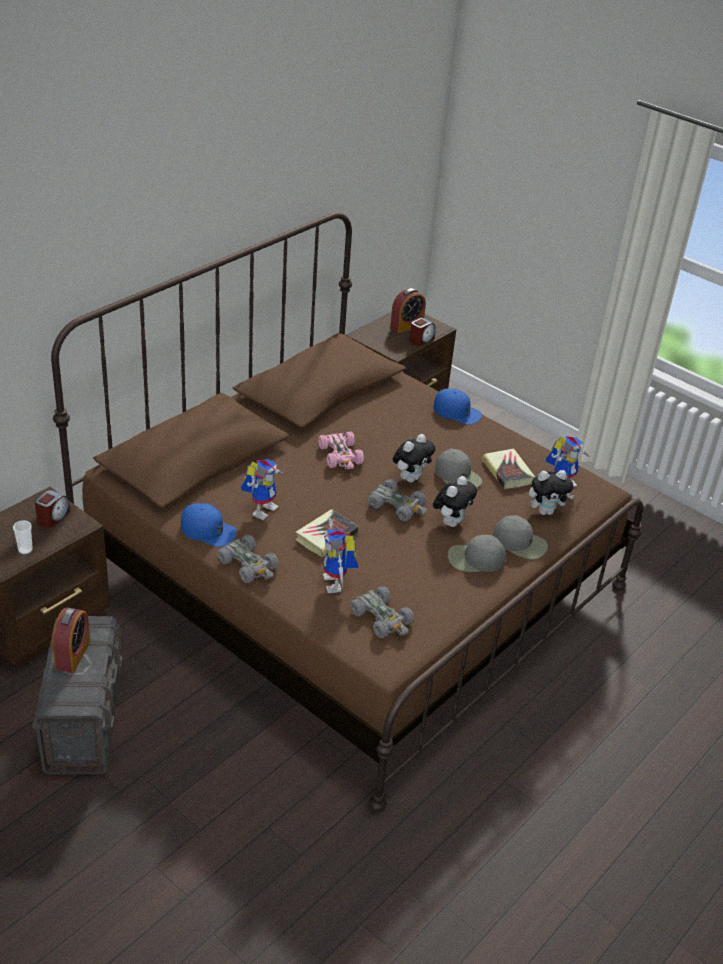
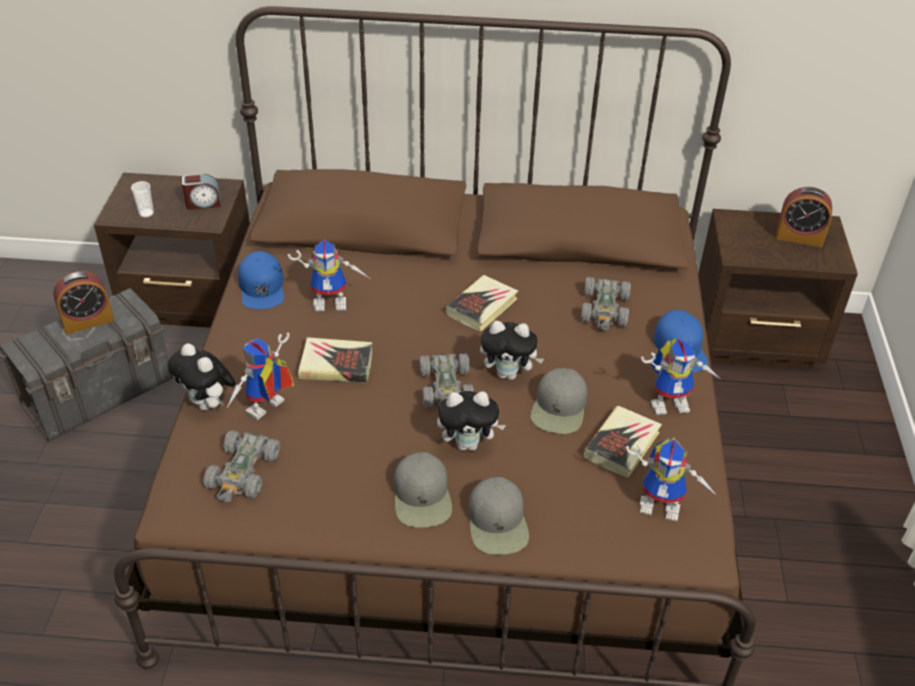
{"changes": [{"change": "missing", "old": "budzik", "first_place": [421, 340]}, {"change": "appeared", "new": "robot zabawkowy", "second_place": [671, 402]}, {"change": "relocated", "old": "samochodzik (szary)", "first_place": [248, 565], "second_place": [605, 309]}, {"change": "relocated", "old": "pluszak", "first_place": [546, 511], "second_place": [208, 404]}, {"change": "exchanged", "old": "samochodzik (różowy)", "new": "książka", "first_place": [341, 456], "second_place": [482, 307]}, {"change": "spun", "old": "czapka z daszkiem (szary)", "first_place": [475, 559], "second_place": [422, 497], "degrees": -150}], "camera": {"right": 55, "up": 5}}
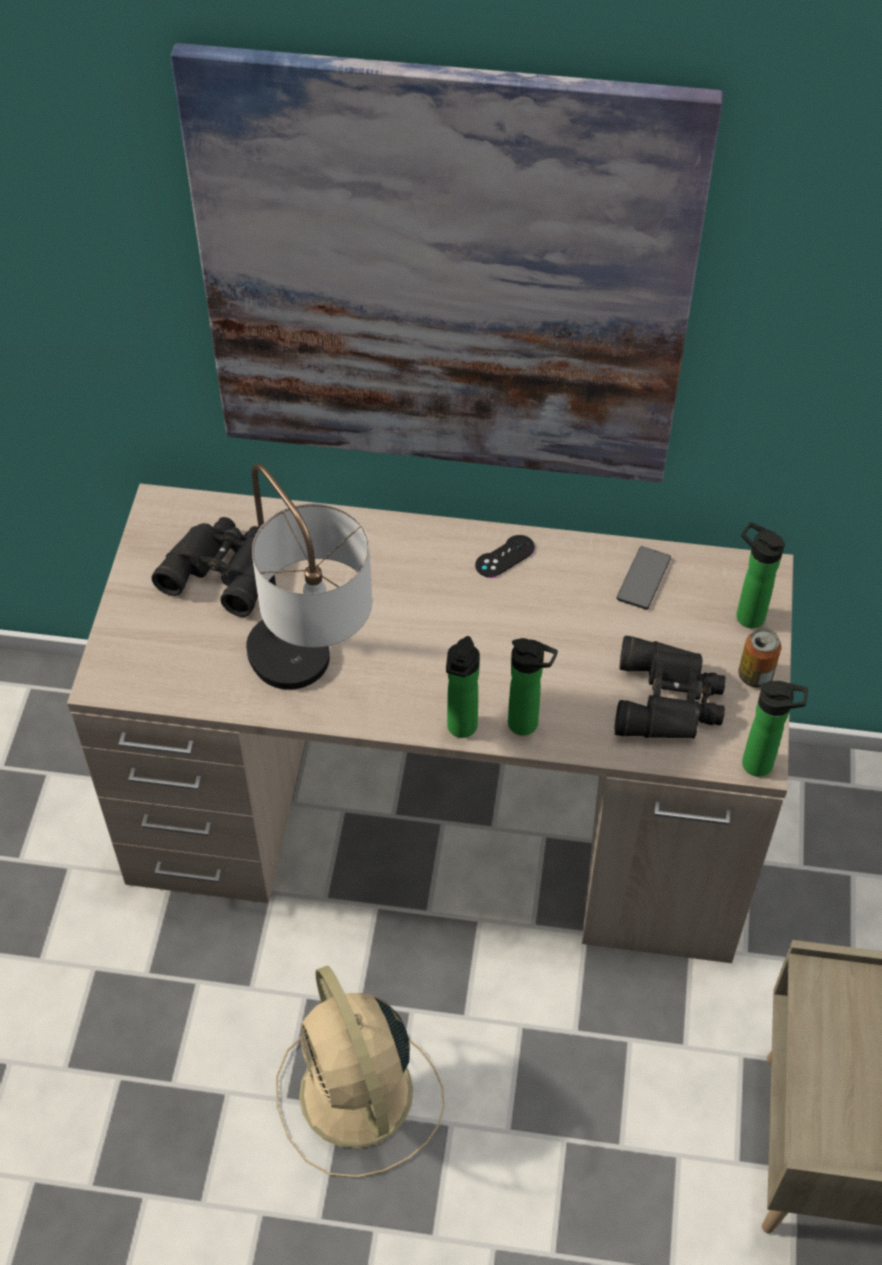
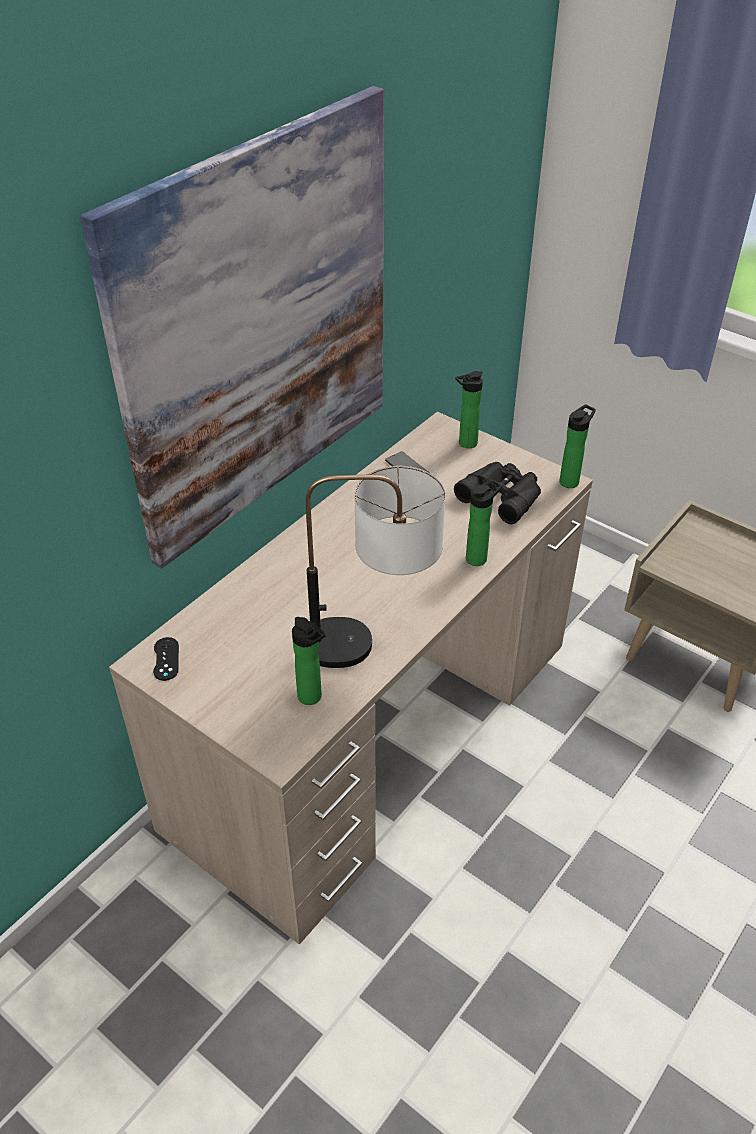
{"changes": [{"change": "missing", "old": "lornetka (czarny)", "first_place": [223, 569]}, {"change": "missing", "old": "wentylator (beżowy)", "first_place": [358, 1097]}, {"change": "missing", "old": "puszka", "first_place": [755, 675]}, {"change": "relocated", "old": "butelka", "first_place": [460, 730], "second_place": [312, 698]}, {"change": "relocated", "old": "pad do gier (czarny)", "first_place": [505, 556], "second_place": [166, 659]}], "camera": {"right": -60, "up": -10}}
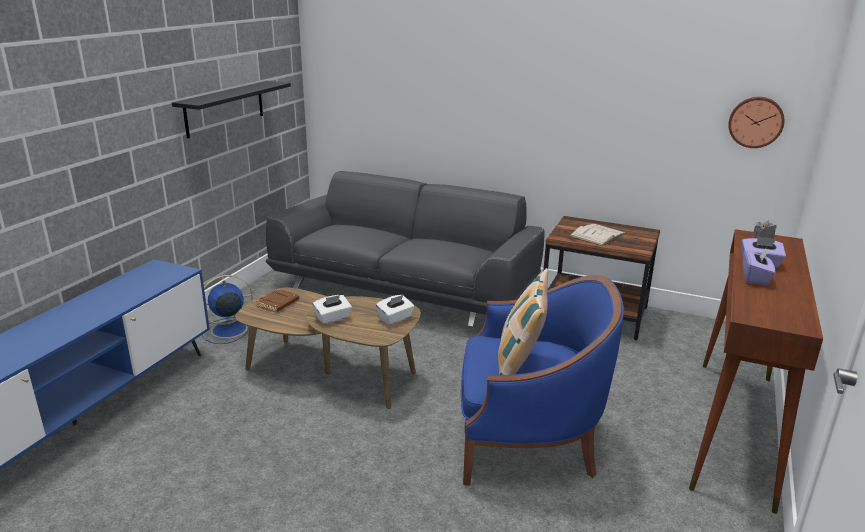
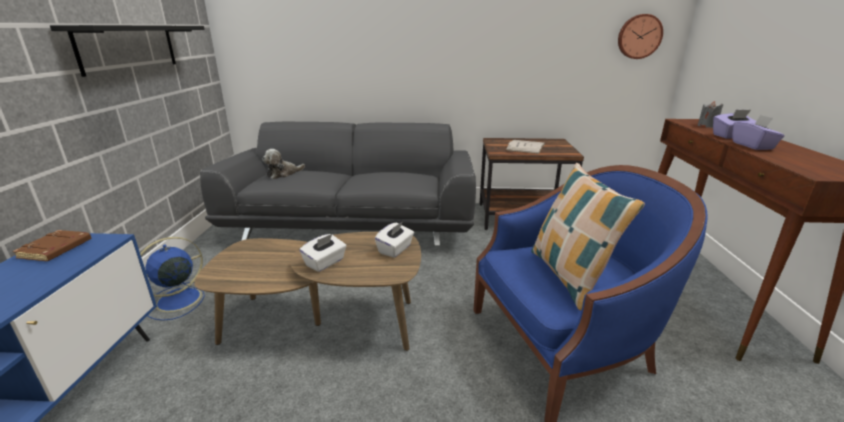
{"changes": [{"change": "appeared", "new": "pluszak", "second_place": [283, 174]}, {"change": "relocated", "old": "książka (brązowy)", "first_place": [278, 304], "second_place": [56, 249]}], "camera": {"right": -20, "up": 0}}
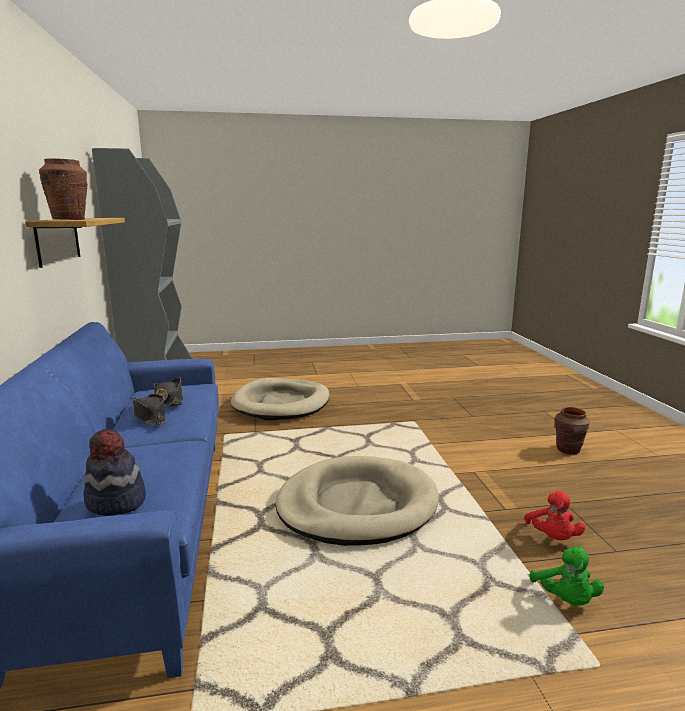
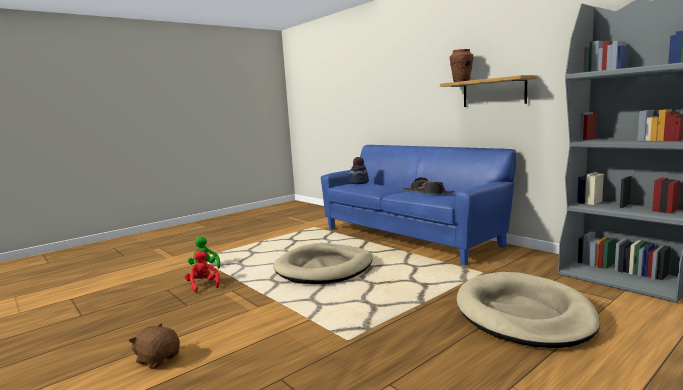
{"changes": [{"change": "exchanged", "old": "wazon (brązowy)", "new": "pluszak (brązowy)", "first_place": [568, 450], "second_place": [158, 359]}], "camera": {"right": 150, "up": -5}}
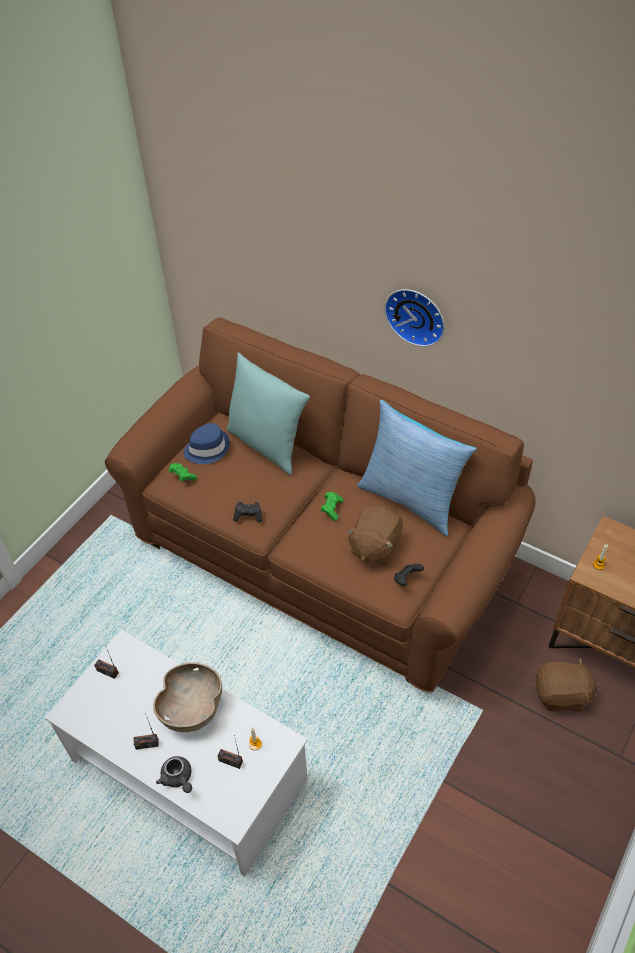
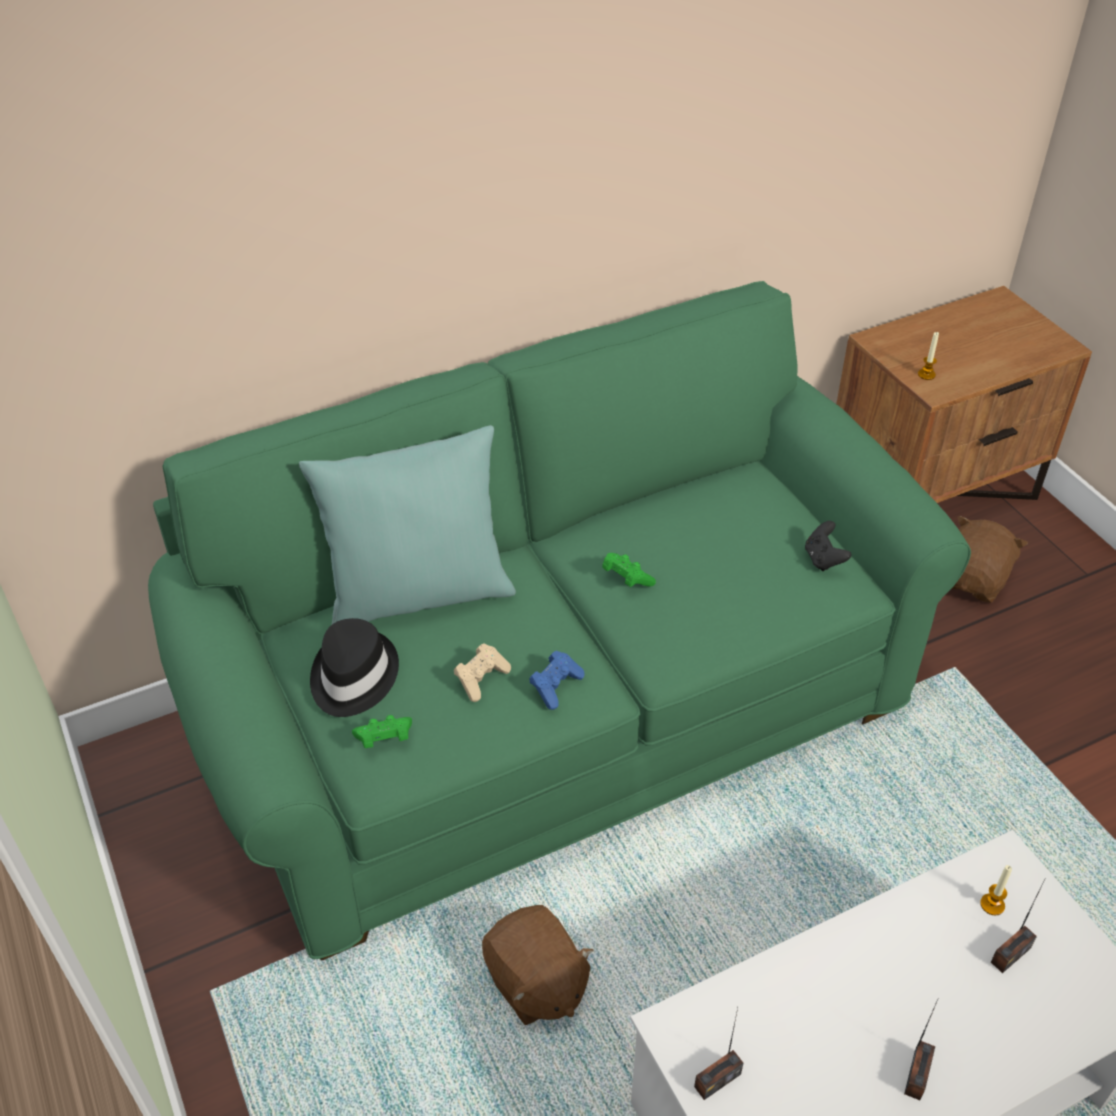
{"changes": [{"change": "missing", "old": "miska (brązowy)", "first_place": [192, 708]}, {"change": "missing", "old": "imbryk (szary)", "first_place": [178, 778]}, {"change": "missing", "old": "poduszka", "first_place": [411, 499]}, {"change": "missing", "old": "zegar ścienny", "first_place": [416, 315]}, {"change": "appeared", "new": "pad do gier (beżowy)", "second_place": [481, 679]}, {"change": "relocated", "old": "pluszak (brązowy)", "first_place": [374, 546], "second_place": [536, 983]}, {"change": "colour", "old": "kanapa (brązowy)", "new": "kanapa (zielony)", "first_place": [321, 552], "second_place": [559, 712]}, {"change": "colour", "old": "kapelusz (niebieski)", "new": "kapelusz (czarny)", "first_place": [207, 448], "second_place": [352, 676]}, {"change": "colour", "old": "pad do gier (czarny)", "new": "pad do gier (niebieski)", "first_place": [248, 516], "second_place": [555, 686]}], "camera": {"right": -60, "up": -5}}
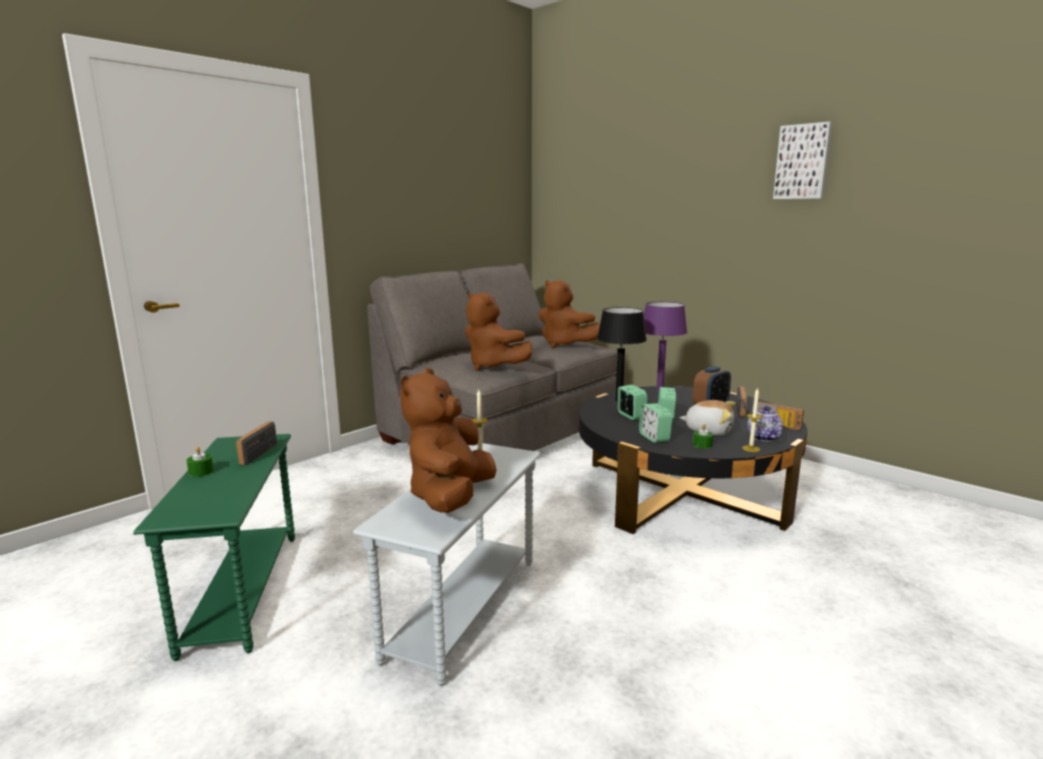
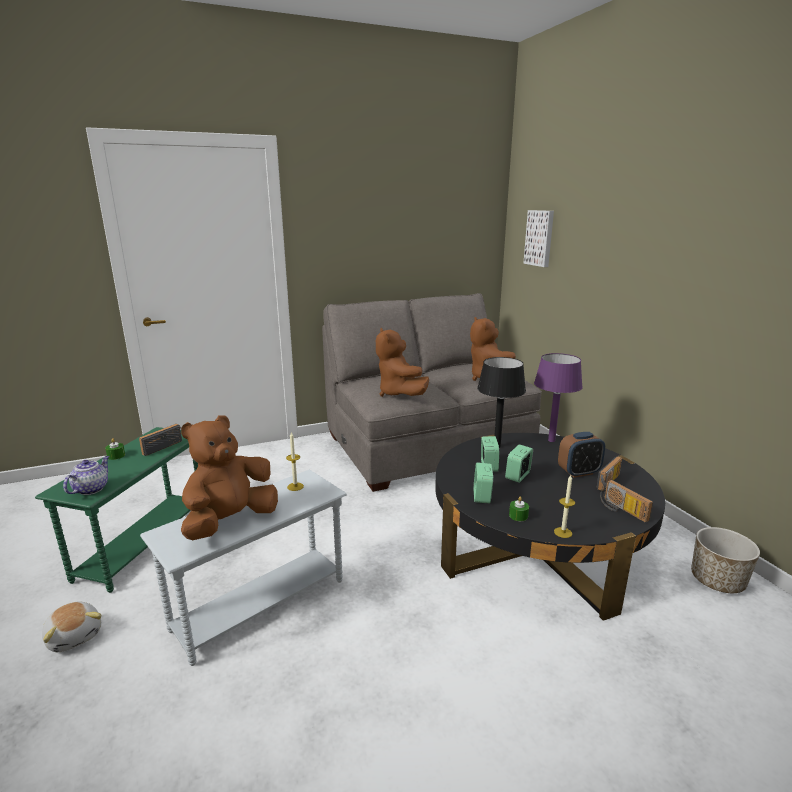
{"changes": [{"change": "appeared", "new": "donica", "second_place": [717, 580]}, {"change": "relocated", "old": "pluszak", "first_place": [708, 430], "second_place": [75, 635]}, {"change": "relocated", "old": "imbryk", "first_place": [762, 437], "second_place": [91, 489]}, {"change": "relocated", "old": "obraz", "first_place": [802, 162], "second_place": [540, 238]}], "camera": {"right": 25, "up": 5}}
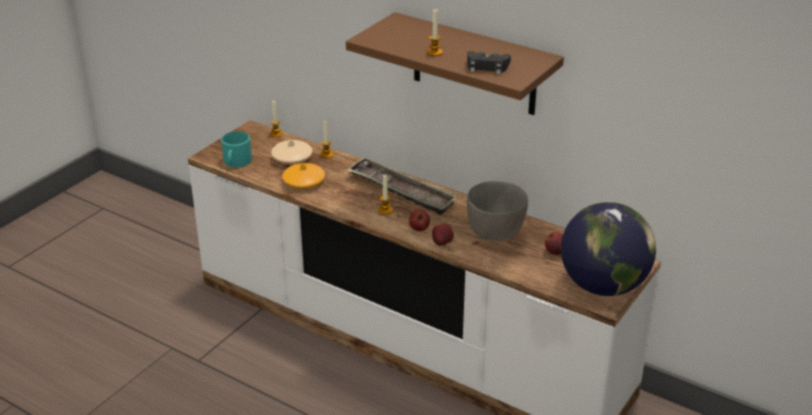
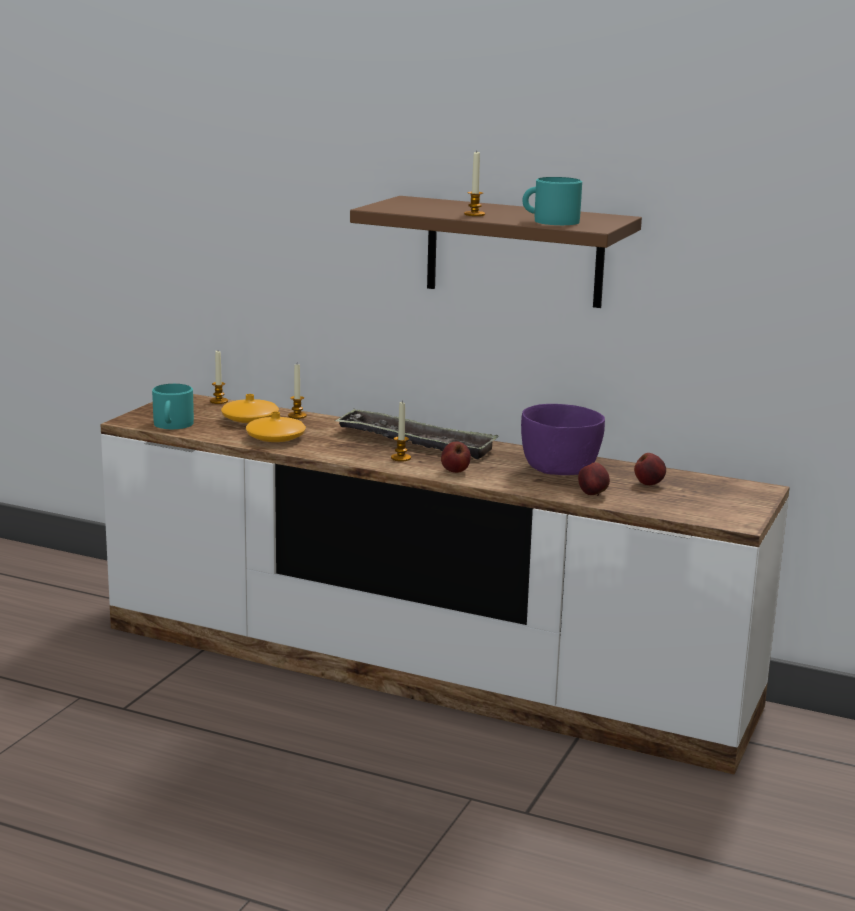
{"changes": [{"change": "missing", "old": "globus", "first_place": [603, 286]}, {"change": "relocated", "old": "jabłko", "first_place": [442, 244], "second_place": [593, 494]}, {"change": "exchanged", "old": "pad do gier (czarny)", "new": "kubek (turkusowy)", "first_place": [487, 67], "second_place": [550, 221]}, {"change": "colour", "old": "wazon (beżowy)", "new": "wazon (pomarańczowy)", "first_place": [292, 157], "second_place": [250, 419]}, {"change": "colour", "old": "miska (szary)", "new": "miska (fioletowy)", "first_place": [496, 232], "second_place": [561, 470]}], "camera": {"right": -10, "up": -15}}
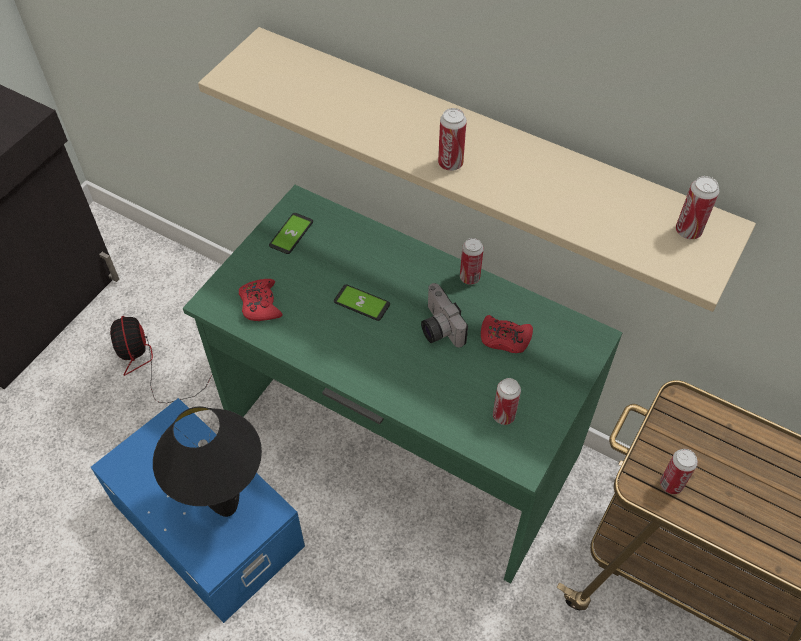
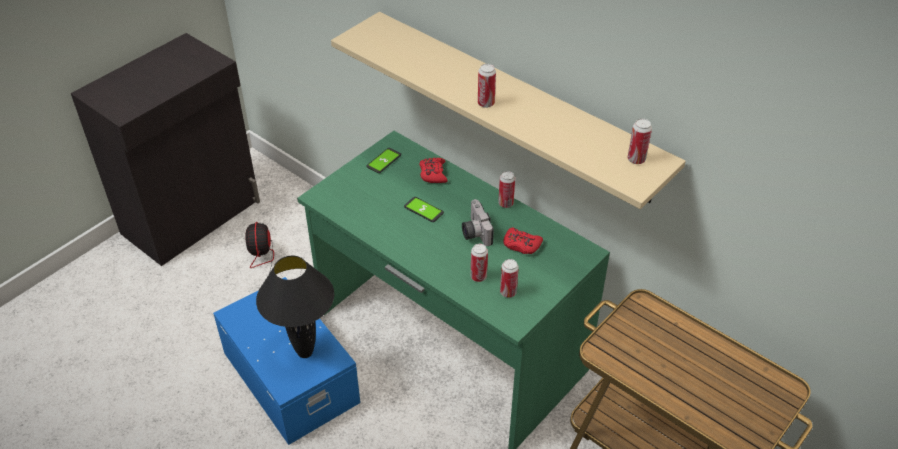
{"changes": [{"change": "relocated", "old": "pad do gier (czerwony)", "first_place": [260, 304], "second_place": [433, 174]}, {"change": "relocated", "old": "puszka", "first_place": [671, 484], "second_place": [478, 277]}], "camera": {"right": 10, "up": -10}}
